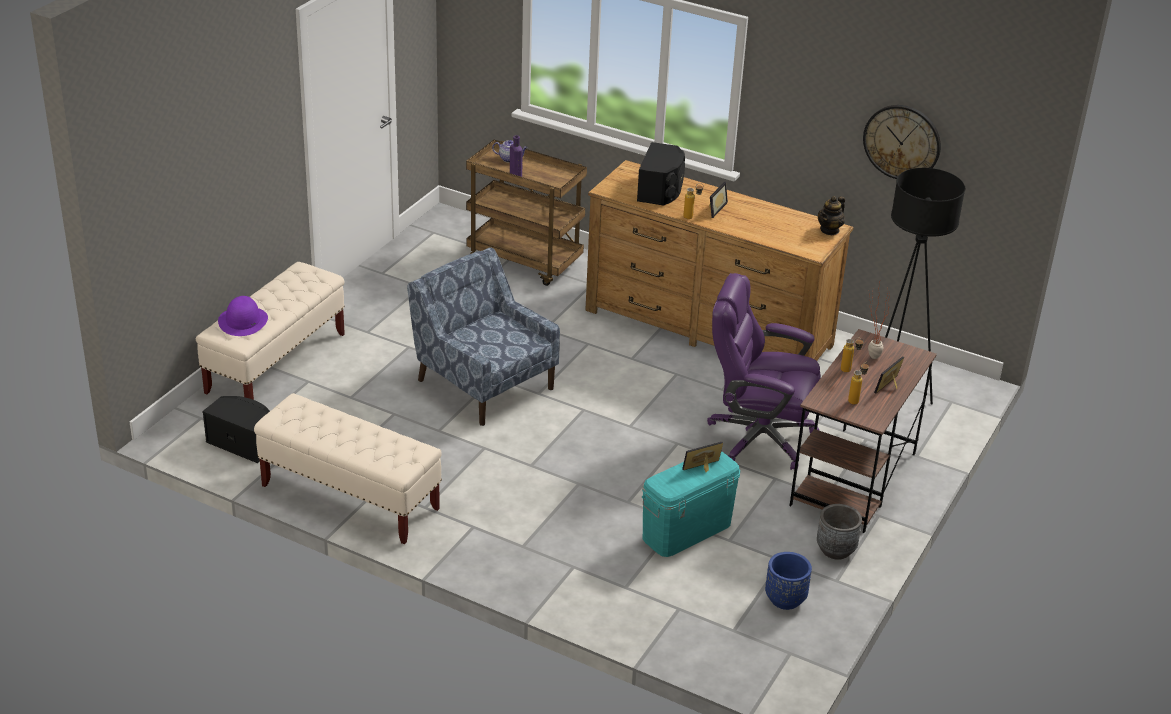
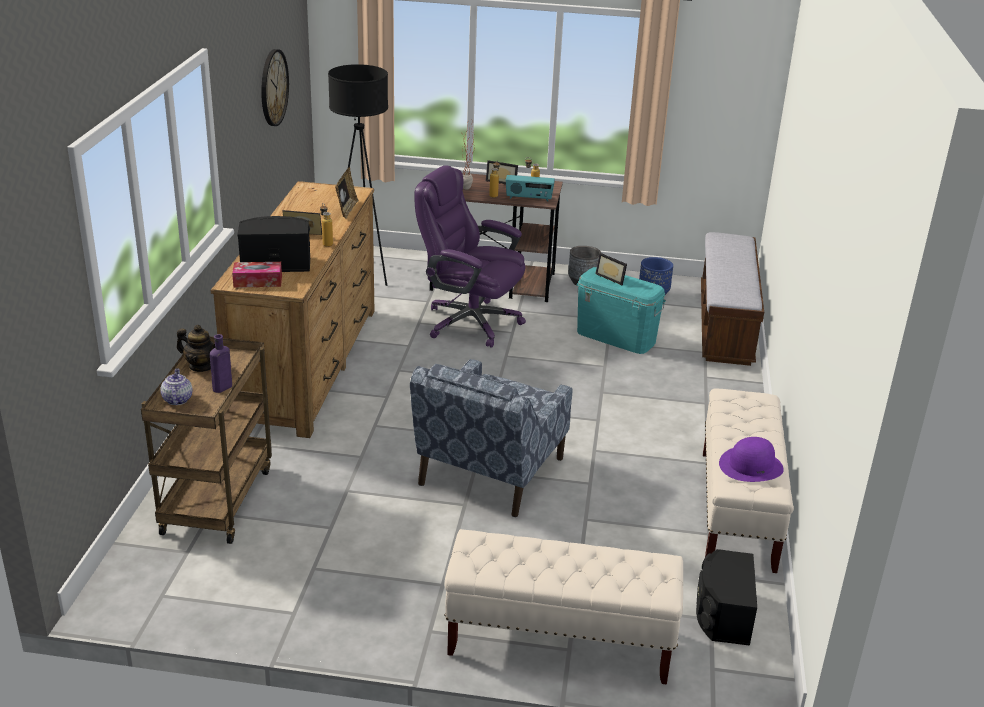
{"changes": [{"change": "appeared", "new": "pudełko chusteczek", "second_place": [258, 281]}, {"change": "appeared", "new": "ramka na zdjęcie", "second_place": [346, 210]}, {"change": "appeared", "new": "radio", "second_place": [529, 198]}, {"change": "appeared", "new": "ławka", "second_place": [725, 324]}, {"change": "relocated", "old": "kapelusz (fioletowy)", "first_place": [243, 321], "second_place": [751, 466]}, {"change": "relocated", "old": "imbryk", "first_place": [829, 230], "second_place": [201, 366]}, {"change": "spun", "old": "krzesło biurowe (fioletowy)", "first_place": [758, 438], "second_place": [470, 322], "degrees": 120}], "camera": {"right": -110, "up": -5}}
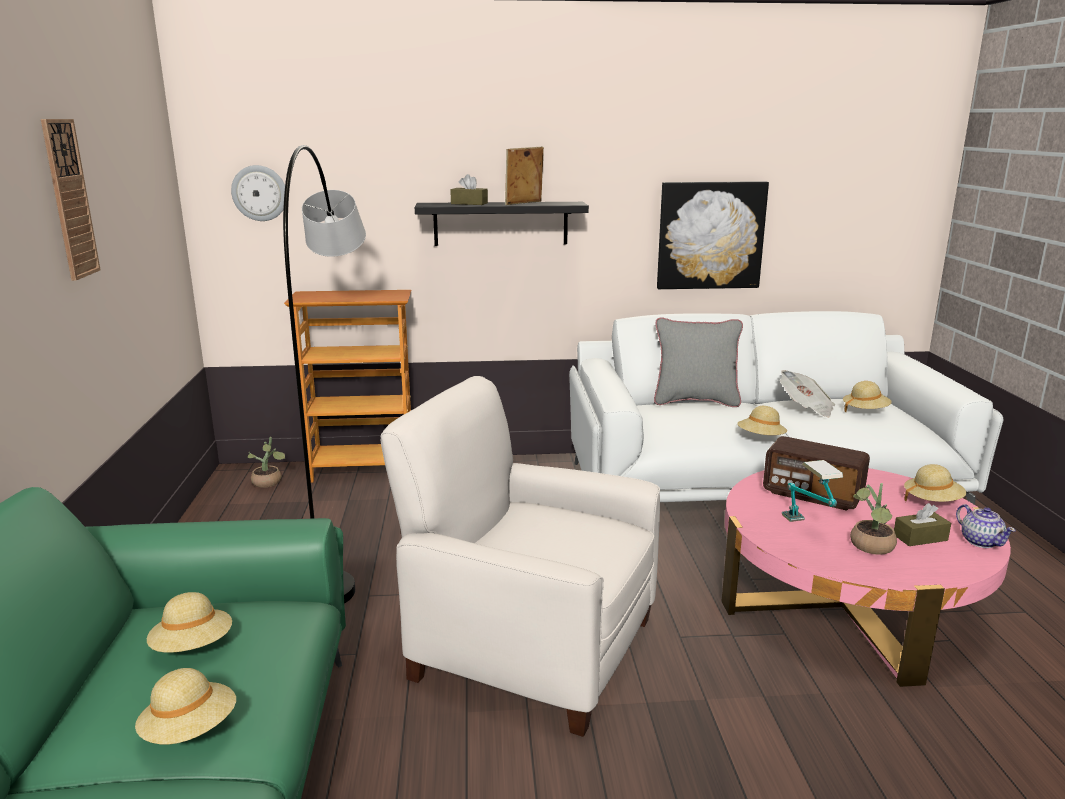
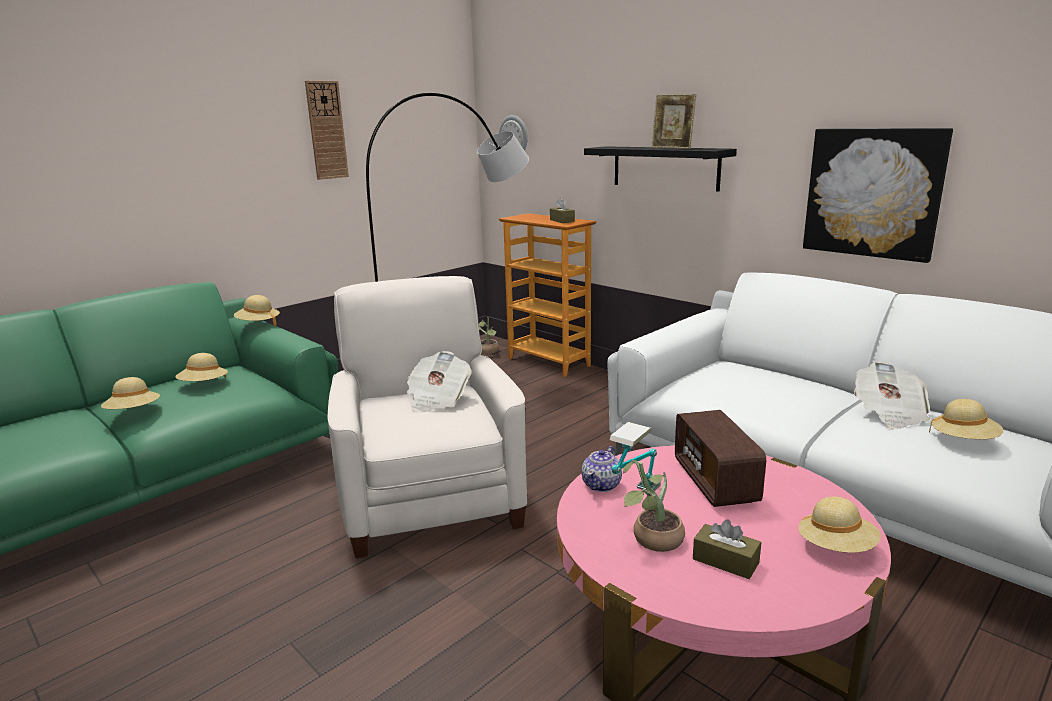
{"changes": [{"change": "missing", "old": "poduszka (szary)", "first_place": [695, 401]}, {"change": "appeared", "new": "gazeta", "second_place": [437, 399]}, {"change": "relocated", "old": "pudełko chusteczek (brązowy)", "first_place": [469, 203], "second_place": [562, 221]}, {"change": "relocated", "old": "kapelusz (beżowy)", "first_place": [761, 438], "second_place": [258, 324]}, {"change": "relocated", "old": "imbryk", "first_place": [980, 541], "second_place": [602, 485]}, {"change": "spun", "old": "ramka na zdjęcie", "first_place": [524, 203], "second_place": [672, 148], "degrees": -150}], "camera": {"right": 50, "up": 0}}
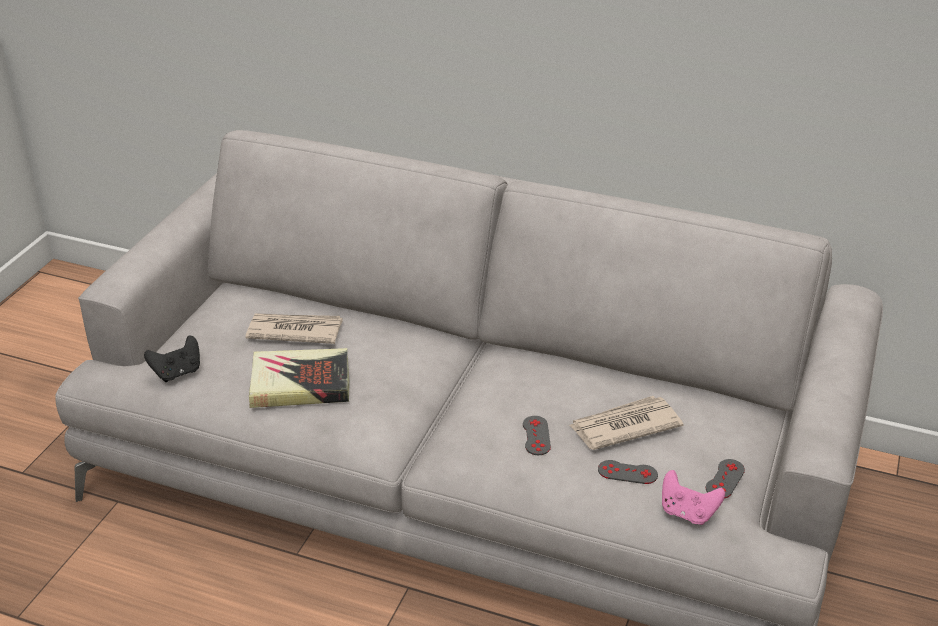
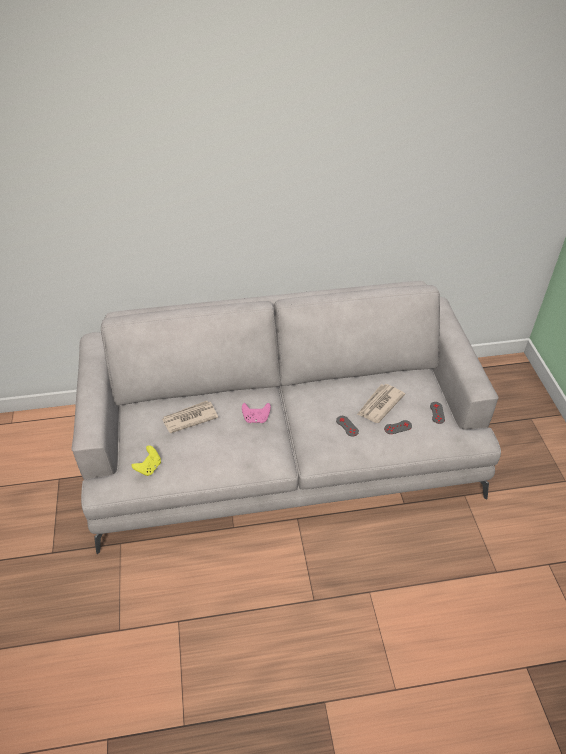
{"changes": [{"change": "missing", "old": "książka", "first_place": [300, 384]}, {"change": "relocated", "old": "pad do gier (różowy)", "first_place": [687, 513], "second_place": [256, 418]}, {"change": "colour", "old": "pad do gier (czarny)", "new": "pad do gier (żółty)", "first_place": [177, 373], "second_place": [149, 467]}], "camera": {"right": -30, "up": 10}}
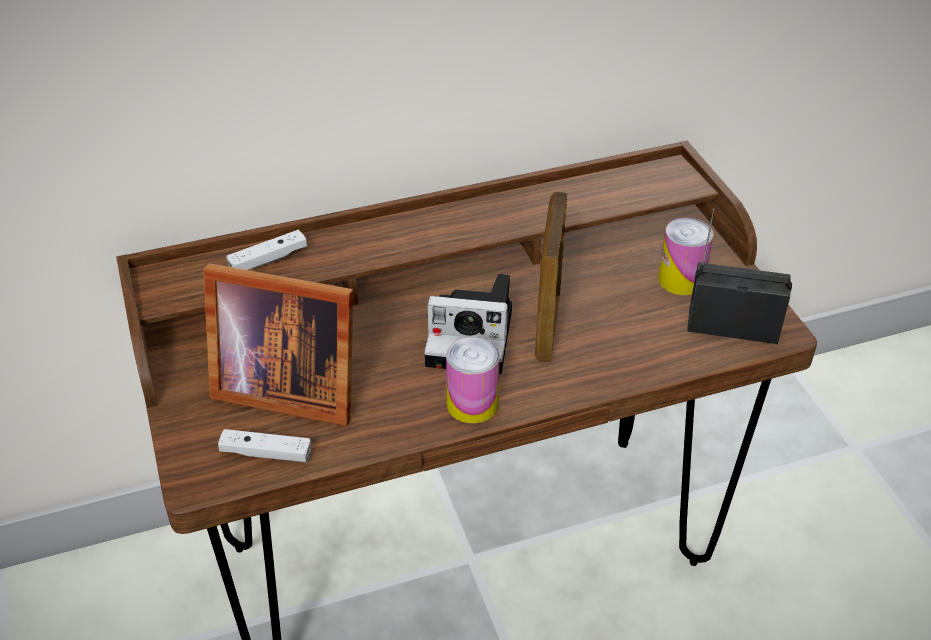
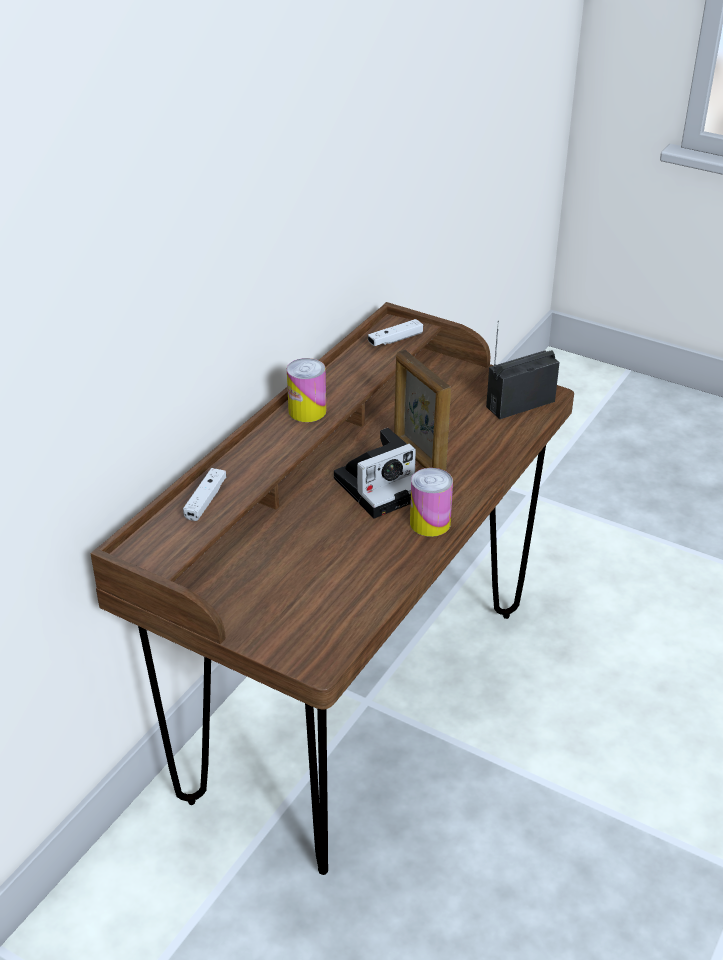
{"changes": [{"change": "missing", "old": "ramka na zdjęcie", "first_place": [285, 387]}, {"change": "relocated", "old": "pad do gier (biały)", "first_place": [266, 453], "second_place": [395, 339]}, {"change": "relocated", "old": "puszka", "first_place": [681, 280], "second_place": [307, 411]}], "camera": {"right": -40, "up": -5}}
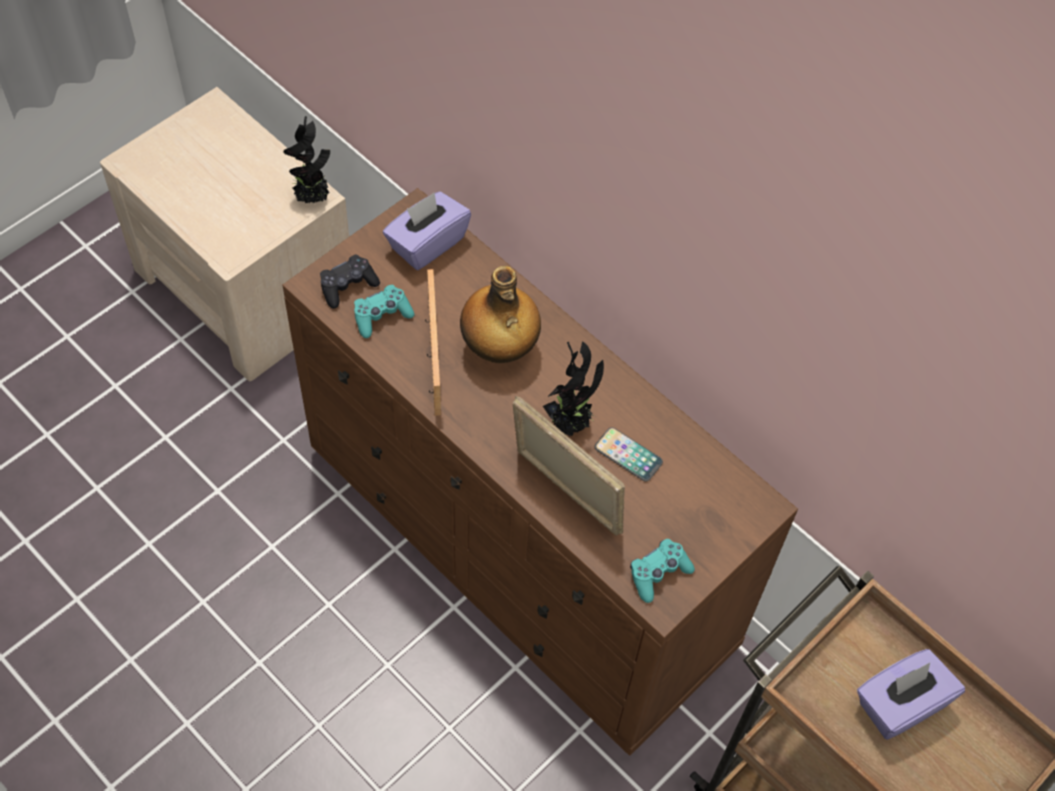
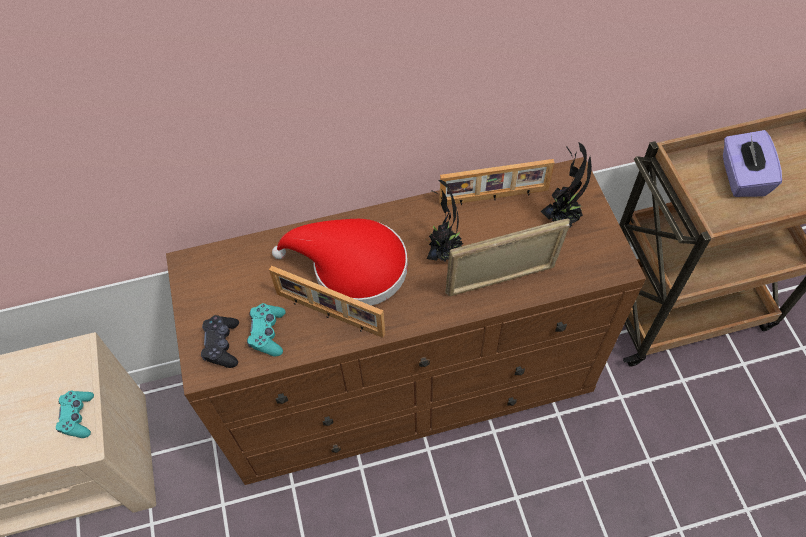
{"changes": [{"change": "missing", "old": "pudełko chusteczek (fioletowy)", "first_place": [427, 243]}, {"change": "missing", "old": "telefon", "first_place": [628, 455]}, {"change": "appeared", "new": "ramka na zdjęcie", "second_place": [494, 198]}, {"change": "relocated", "old": "roślina doniczkowa", "first_place": [313, 198], "second_place": [562, 218]}, {"change": "relocated", "old": "pad do gier (turkusowy)", "first_place": [658, 573], "second_place": [78, 417]}, {"change": "exchanged", "old": "butelka", "new": "kapelusz (czerwony)", "first_place": [498, 349], "second_place": [351, 267]}], "camera": {"right": -55, "up": 0}}
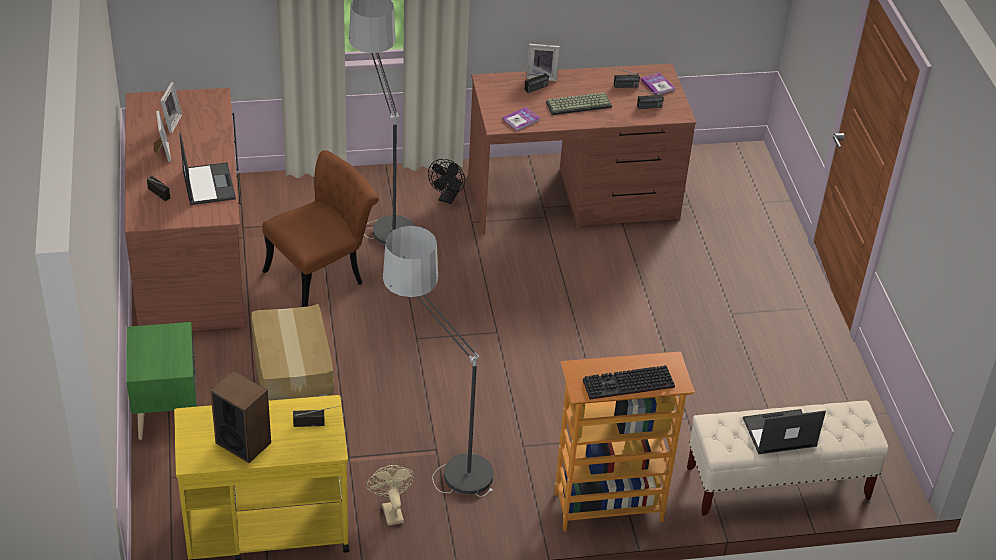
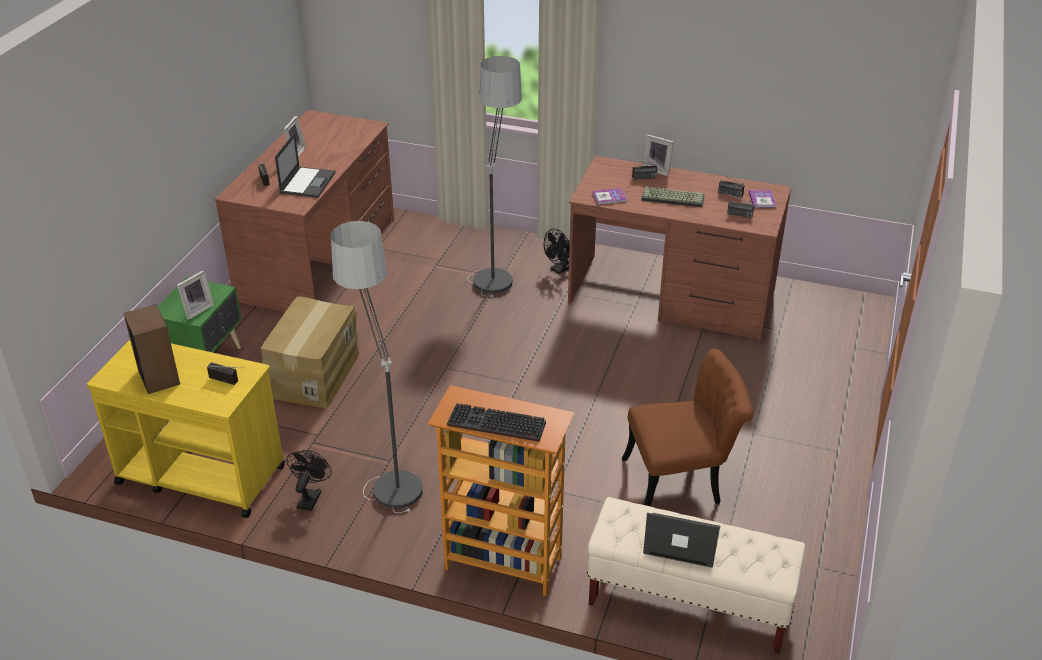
{"changes": [{"change": "relocated", "old": "ramka na zdjęcie", "first_place": [170, 123], "second_place": [197, 310]}, {"change": "relocated", "old": "krzesło (brązowy)", "first_place": [322, 274], "second_place": [682, 480]}, {"change": "colour", "old": "wentylator (beżowy)", "new": "wentylator (czarny)", "first_place": [391, 510], "second_place": [310, 497]}], "camera": {"right": 30, "up": -5}}
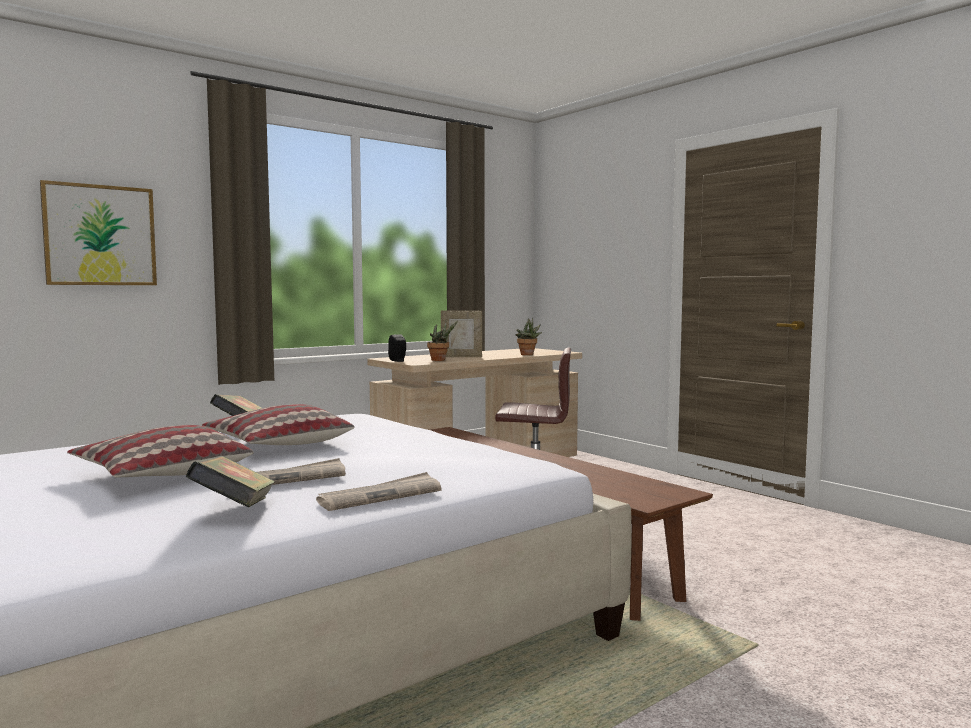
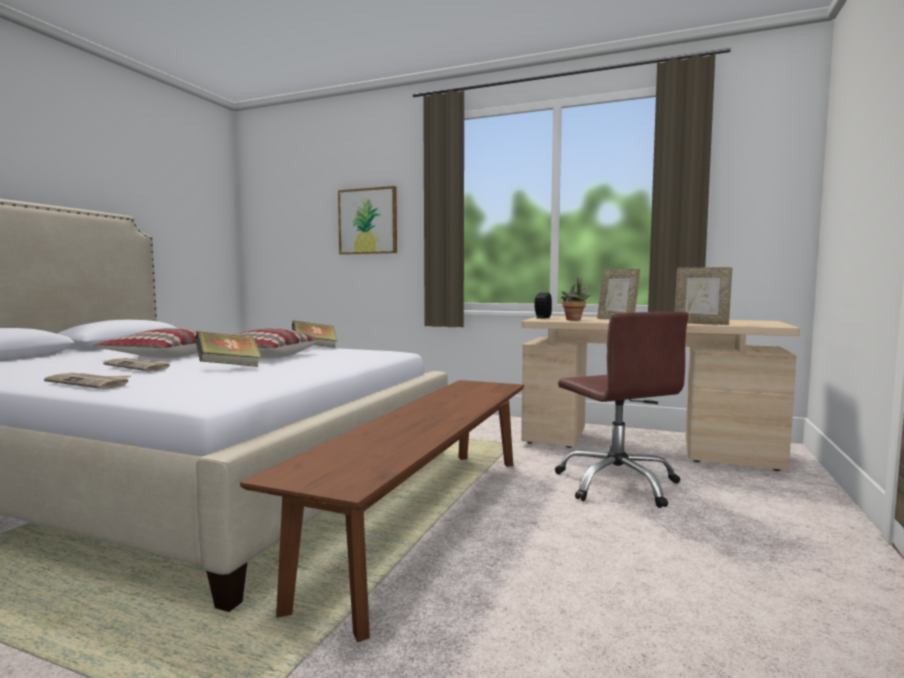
{"changes": [{"change": "relocated", "old": "książka", "first_place": [234, 510], "second_place": [229, 367]}, {"change": "exchanged", "old": "roślina doniczkowa", "new": "ramka na zdjęcie", "first_place": [528, 355], "second_place": [701, 323]}], "camera": {"right": 60, "up": 0}}
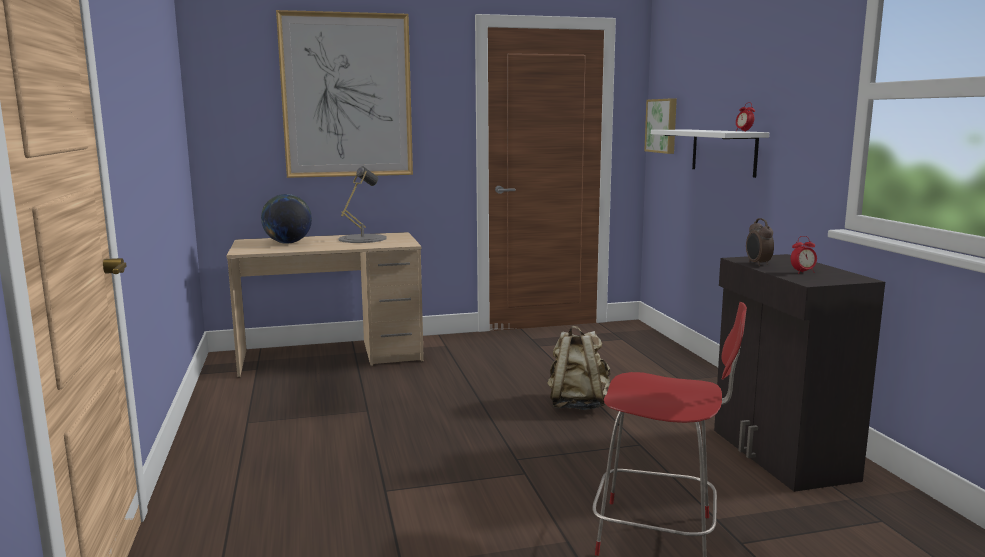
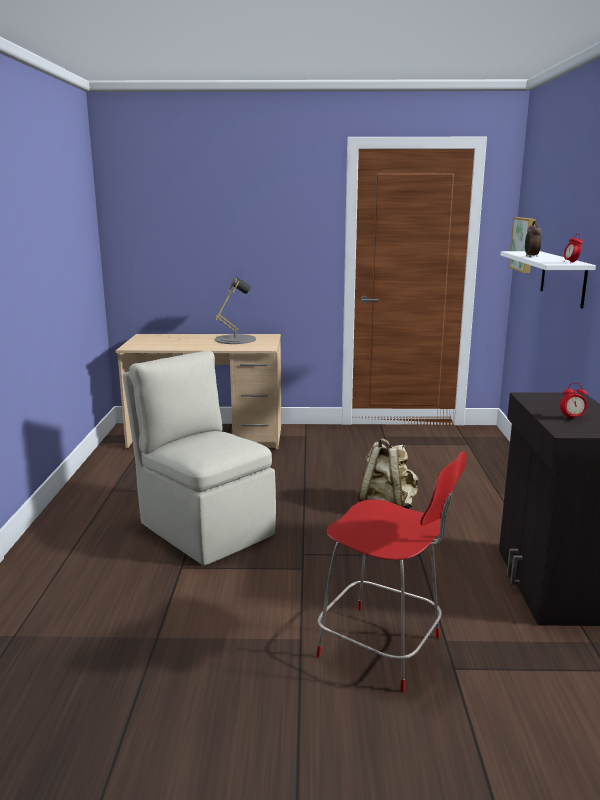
{"changes": [{"change": "missing", "old": "globus", "first_place": [288, 243]}, {"change": "missing", "old": "obraz", "first_place": [347, 96]}, {"change": "appeared", "new": "krzesło (beżowy)", "second_place": [205, 527]}, {"change": "relocated", "old": "budzik", "first_place": [757, 264], "second_place": [531, 256]}], "camera": {"right": 15, "up": 5}}
